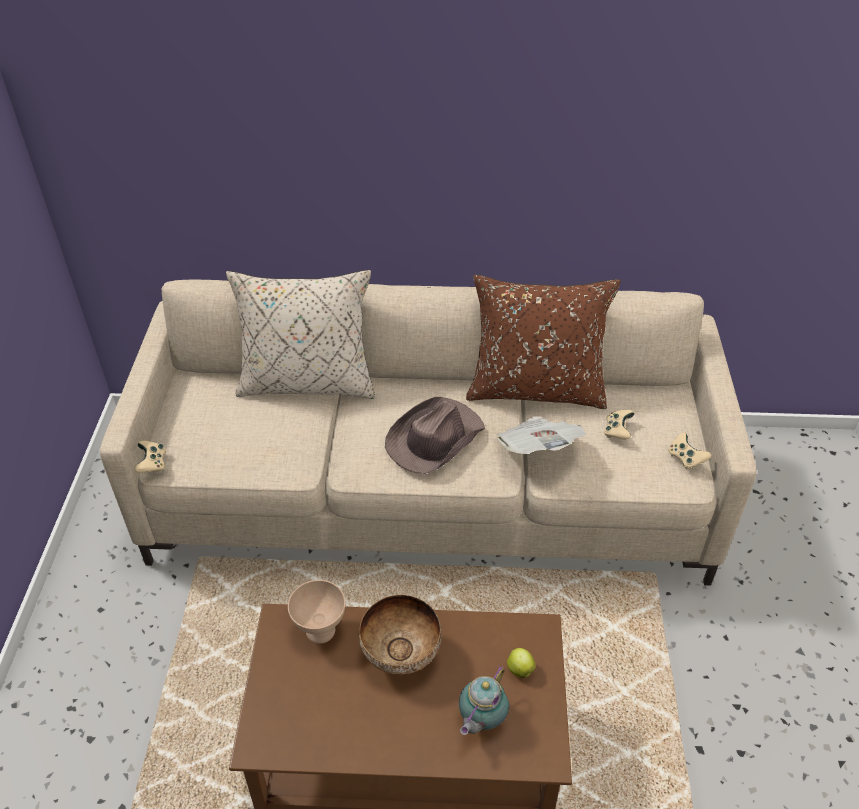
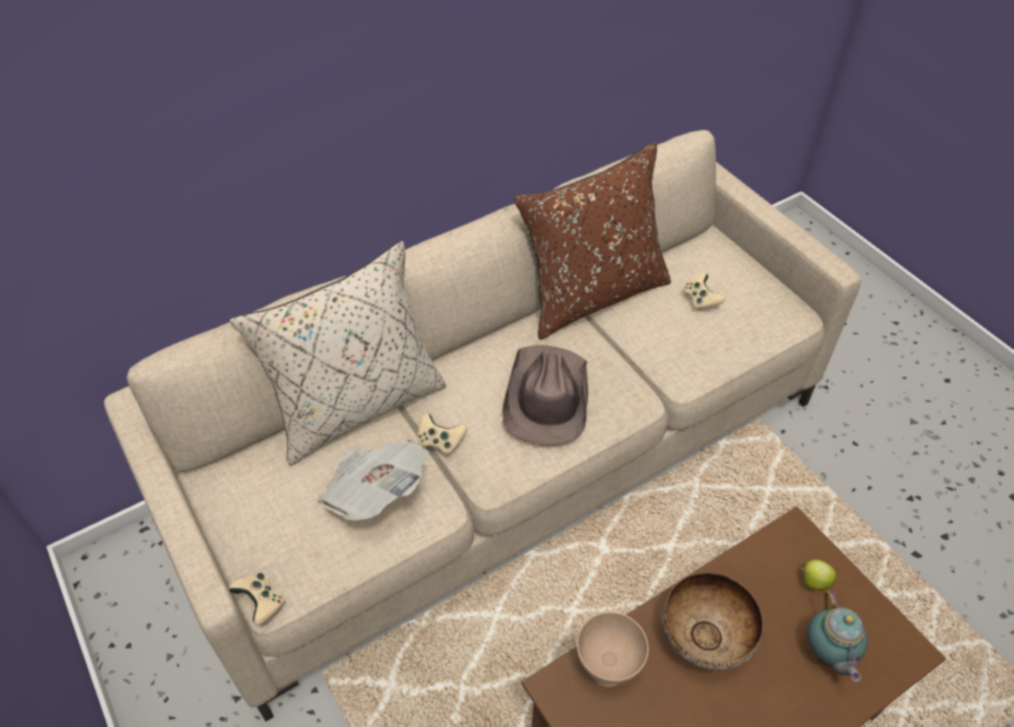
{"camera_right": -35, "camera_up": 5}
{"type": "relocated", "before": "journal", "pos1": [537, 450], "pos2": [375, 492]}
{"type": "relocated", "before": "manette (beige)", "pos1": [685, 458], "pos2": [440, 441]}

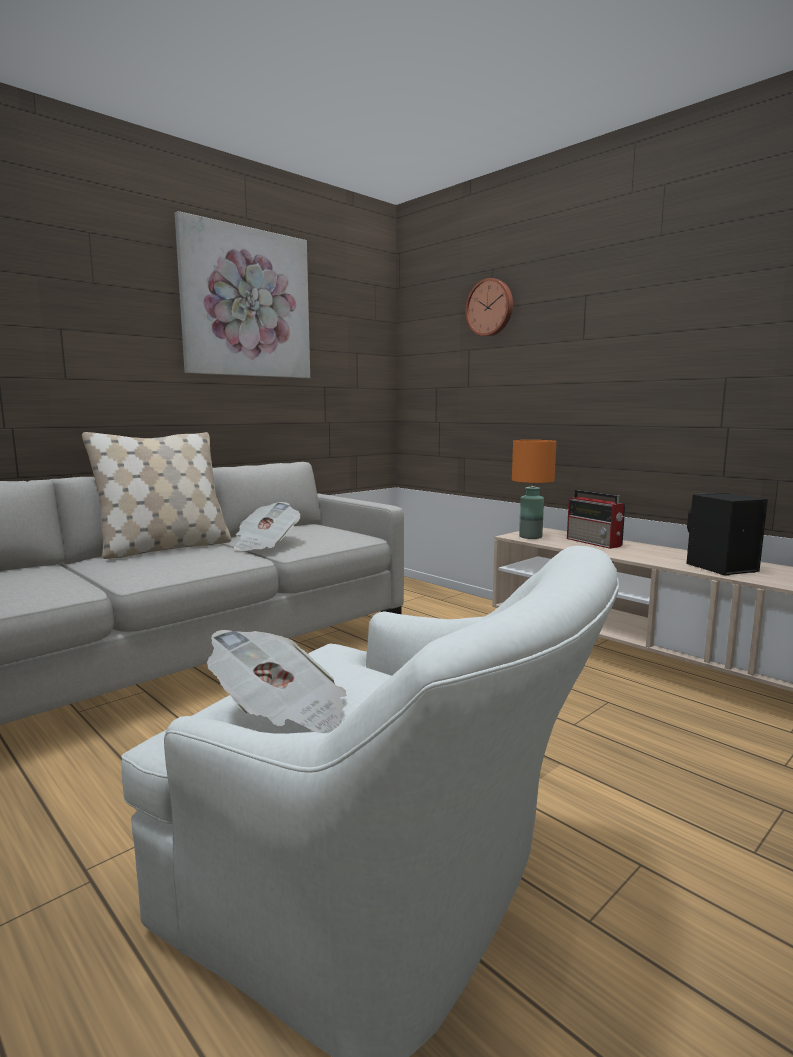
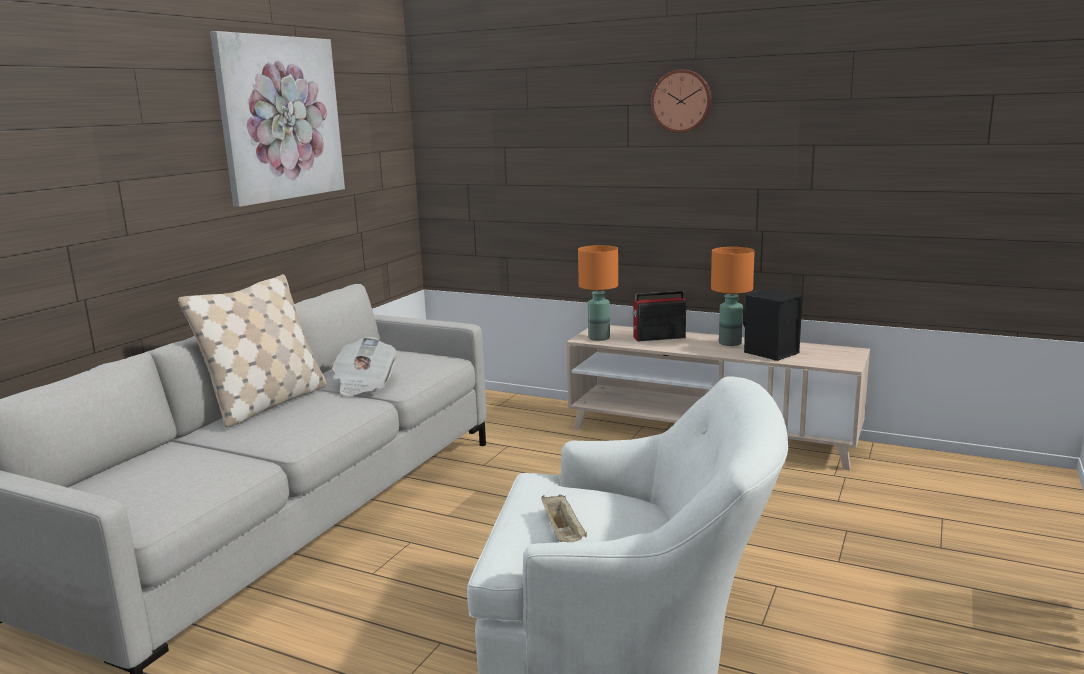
{"camera_right": -20, "camera_up": 5}
{"type": "appeared", "after": "lampe de table (orange)", "pos2": [729, 343]}
{"type": "relocated", "before": "horloge murale", "pos1": [490, 308], "pos2": [682, 101]}
{"type": "exchanged", "before": "journal", "after": "plateau (beige)", "pos1": [283, 715], "pos2": [563, 533]}
{"type": "spun", "before": "radio", "pos1": [594, 542], "pos2": [658, 338], "turn": 135}

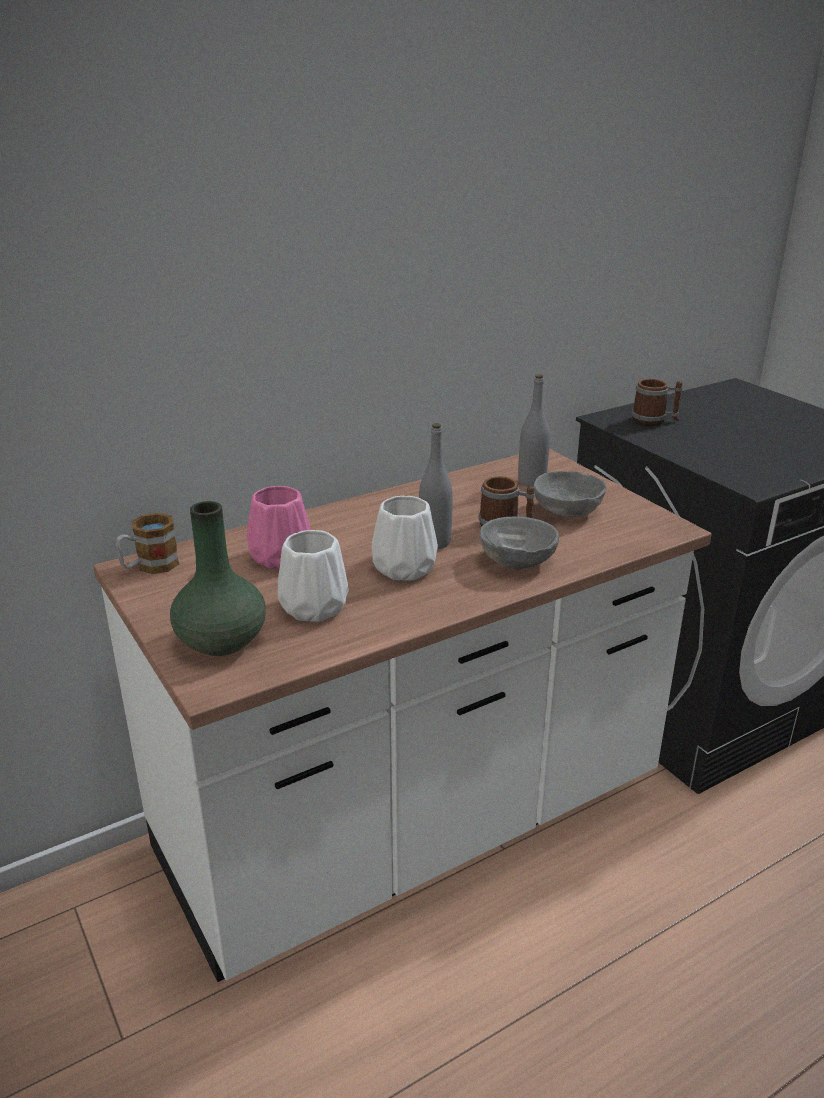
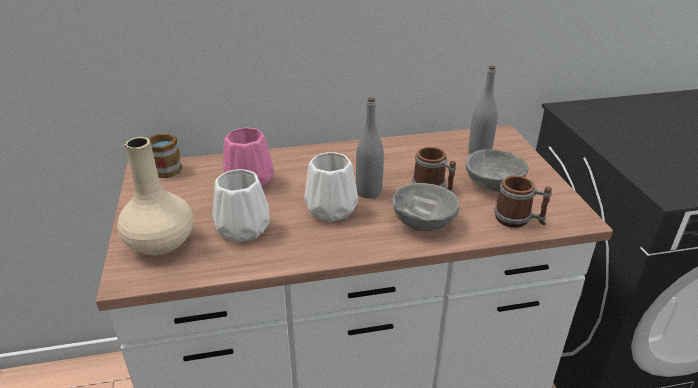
{"camera_right": 20, "camera_up": 5}
{"type": "relocated", "before": "mug", "pos1": [654, 421], "pos2": [519, 220]}
{"type": "colour", "before": "vase (vert)", "after": "vase (beige)", "pos1": [223, 641], "pos2": [162, 243]}

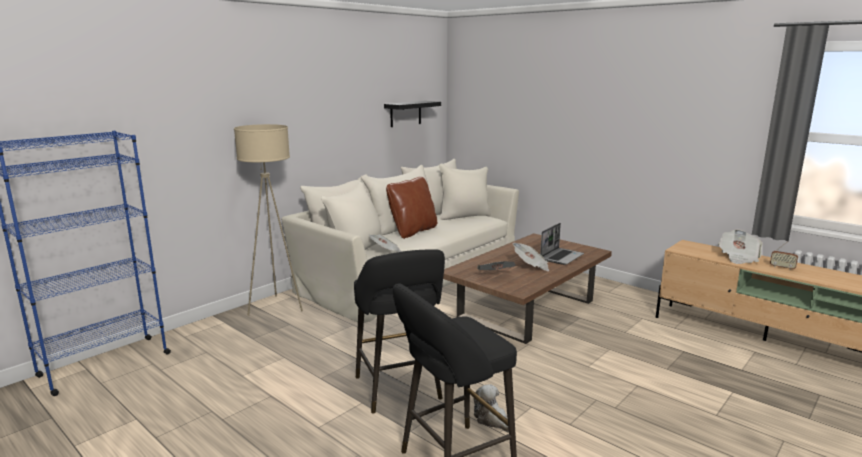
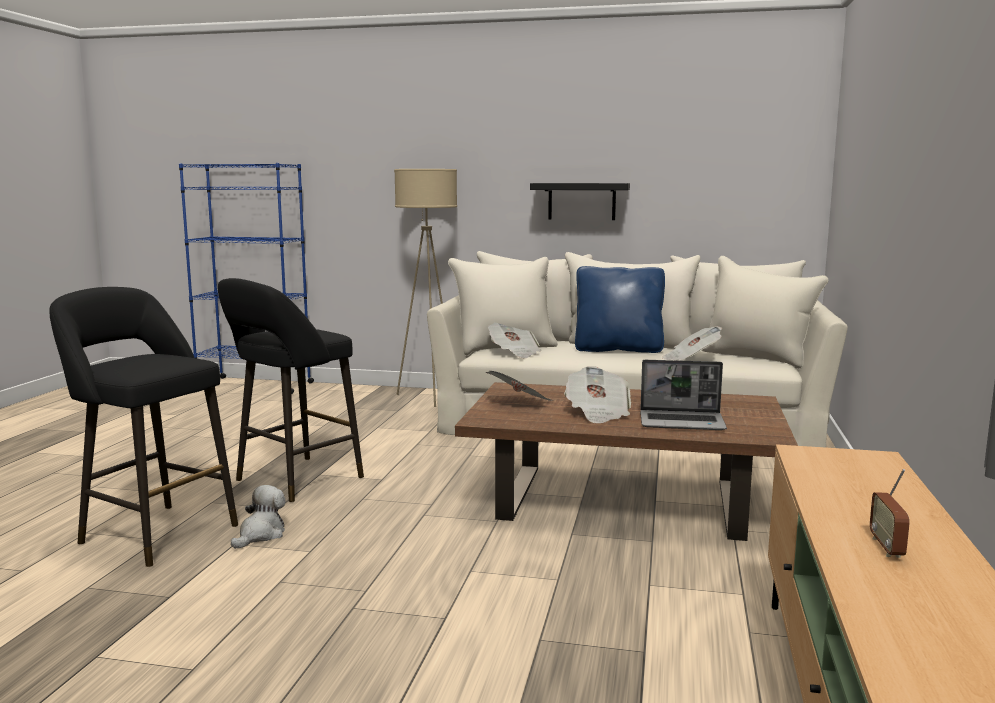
{"camera_right": 60, "camera_up": -5}
{"type": "relocated", "before": "étagère (noir)", "pos1": [405, 113], "pos2": [581, 201]}
{"type": "relocated", "before": "journal", "pos1": [738, 258], "pos2": [691, 359]}
{"type": "colour", "before": "coussin (marron)", "after": "coussin (bleu)", "pos1": [412, 231], "pos2": [618, 349]}

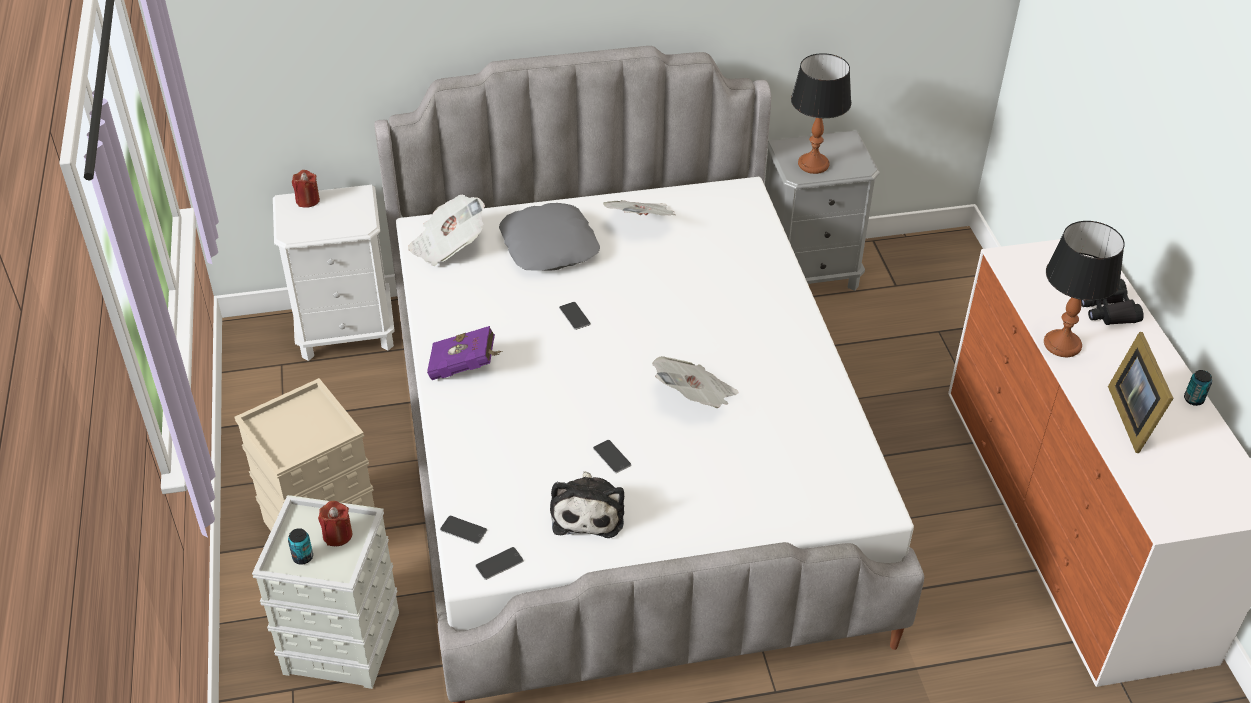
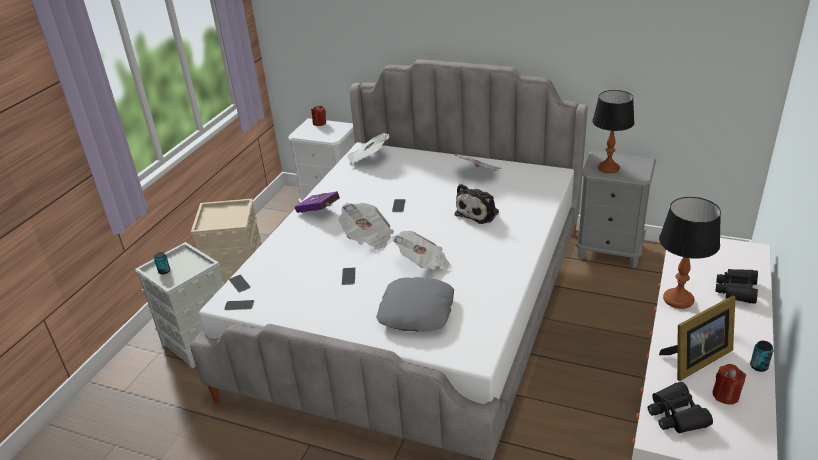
{"camera_right": 35, "camera_up": -10}
{"type": "appeared", "after": "journal", "pos2": [368, 238]}
{"type": "appeared", "after": "jumelles (noir)", "pos2": [676, 415]}
{"type": "relocated", "before": "bougie (rouge)", "pos1": [337, 535], "pos2": [725, 395]}
{"type": "relocated", "before": "coussin (gris)", "pos1": [550, 246], "pos2": [417, 311]}
{"type": "relocated", "before": "peluche", "pos1": [588, 511], "pos2": [479, 212]}
{"type": "spun", "before": "cadre photo", "pos1": [1134, 416], "pos2": [695, 360], "turn": -150}

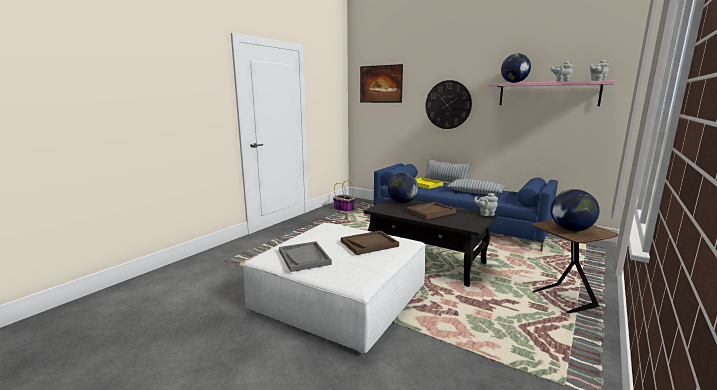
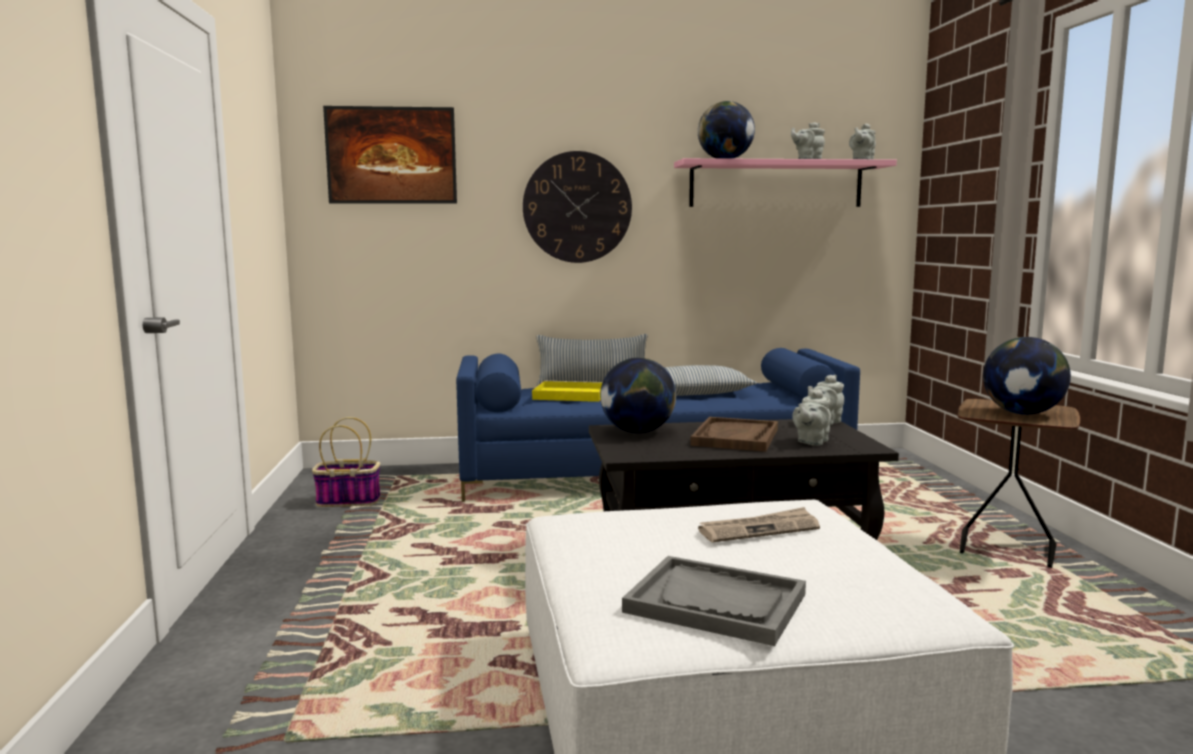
{"camera_right": -40, "camera_up": -5}
{"type": "appeared", "after": "théière (gris)", "pos2": [811, 442]}
{"type": "exchanged", "before": "plateau (marron)", "after": "journal", "pos1": [369, 244], "pos2": [759, 529]}

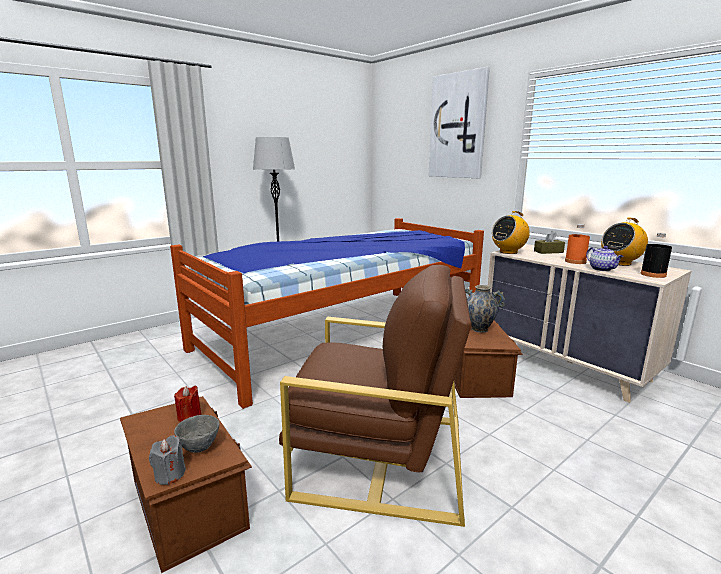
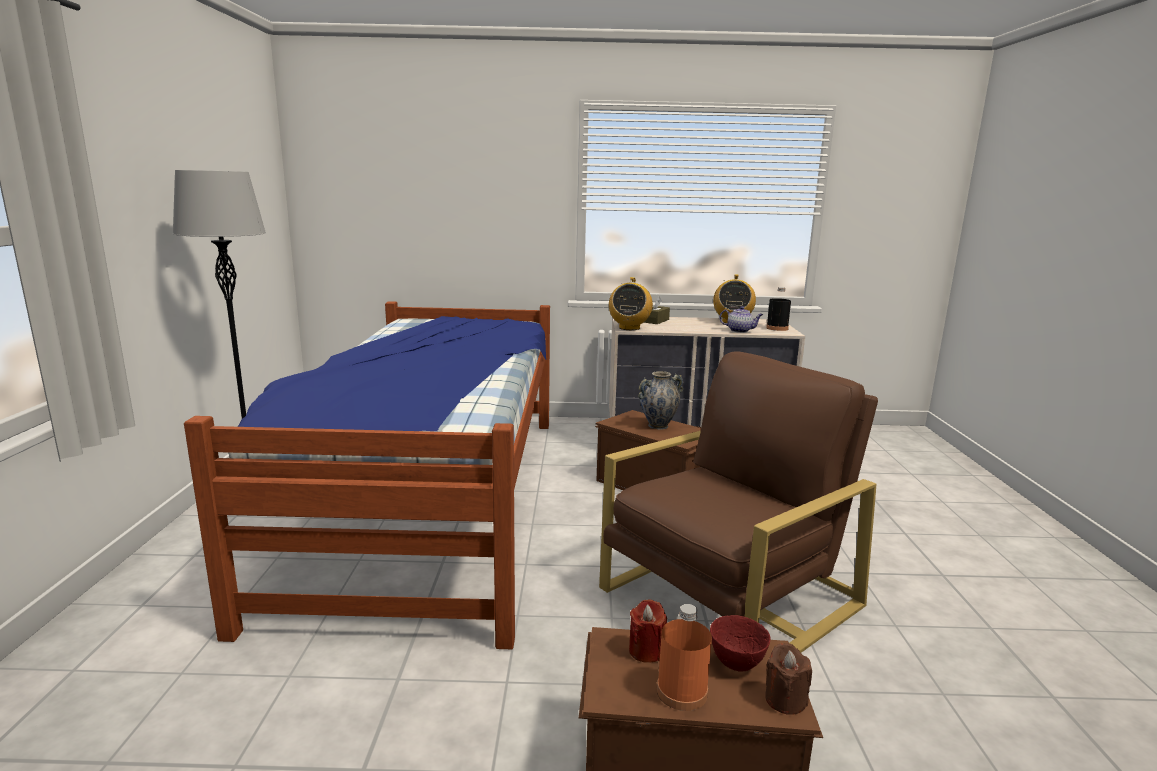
{"camera_right": -50, "camera_up": 0}
{"type": "missing", "before": "tableau", "pos1": [458, 126]}
{"type": "relocated", "before": "bouteille (orange)", "pos1": [575, 261], "pos2": [682, 692]}
{"type": "colour", "before": "bougie (gris)", "after": "bougie (marron)", "pos1": [169, 475], "pos2": [785, 700]}
{"type": "colour", "before": "bol (gris)", "after": "bol (rouge)", "pos1": [199, 447], "pos2": [735, 663]}

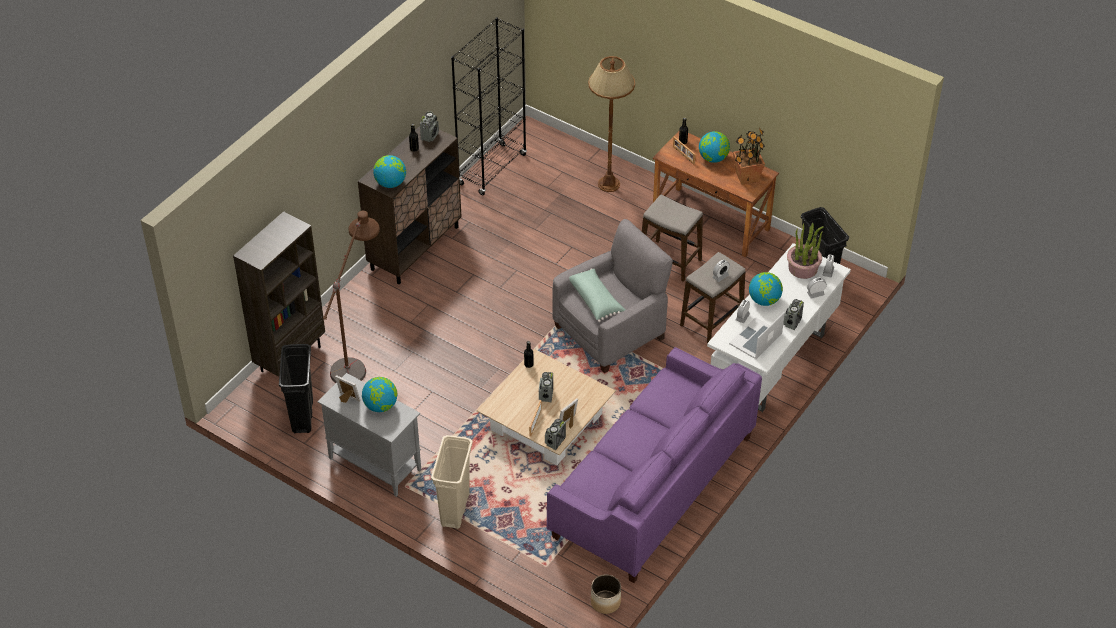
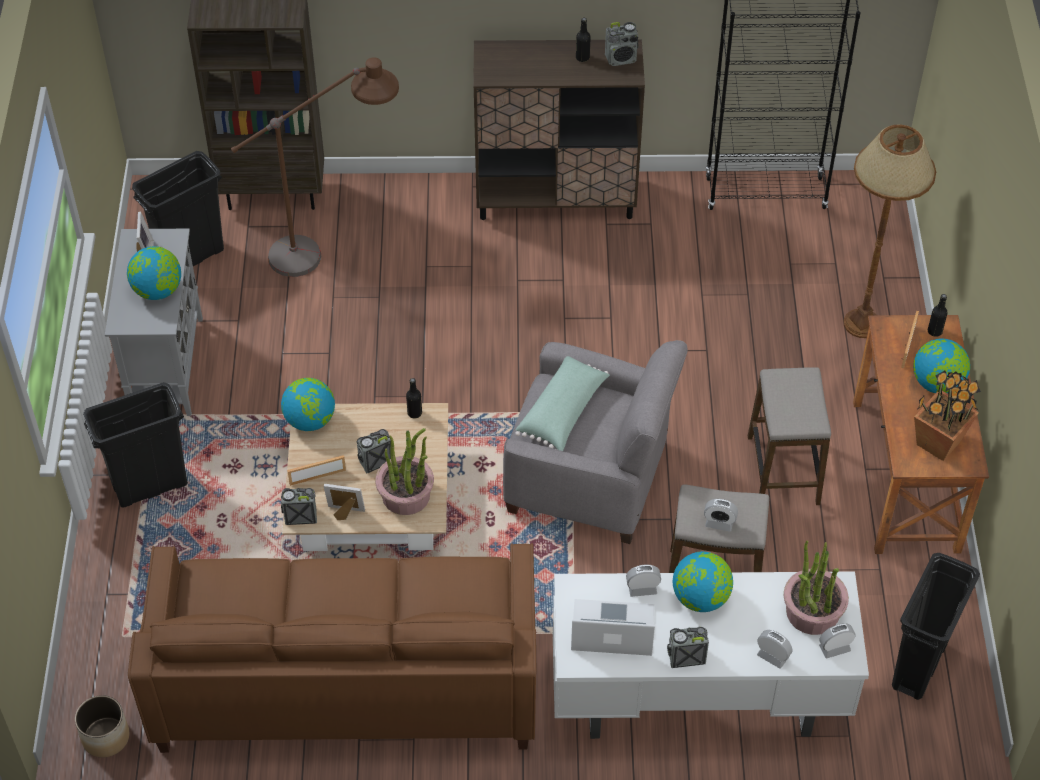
{"camera_right": 55, "camera_up": 5}
{"type": "appeared", "after": "plante en pot", "pos2": [406, 495]}
{"type": "relocated", "before": "globe", "pos1": [390, 183], "pos2": [310, 420]}
{"type": "colour", "before": "poubelle (beige)", "after": "poubelle (noir)", "pos1": [455, 510], "pos2": [150, 487]}
{"type": "colour", "before": "canapé (violet)", "after": "canapé (marron)", "pos1": [652, 487], "pos2": [346, 680]}

